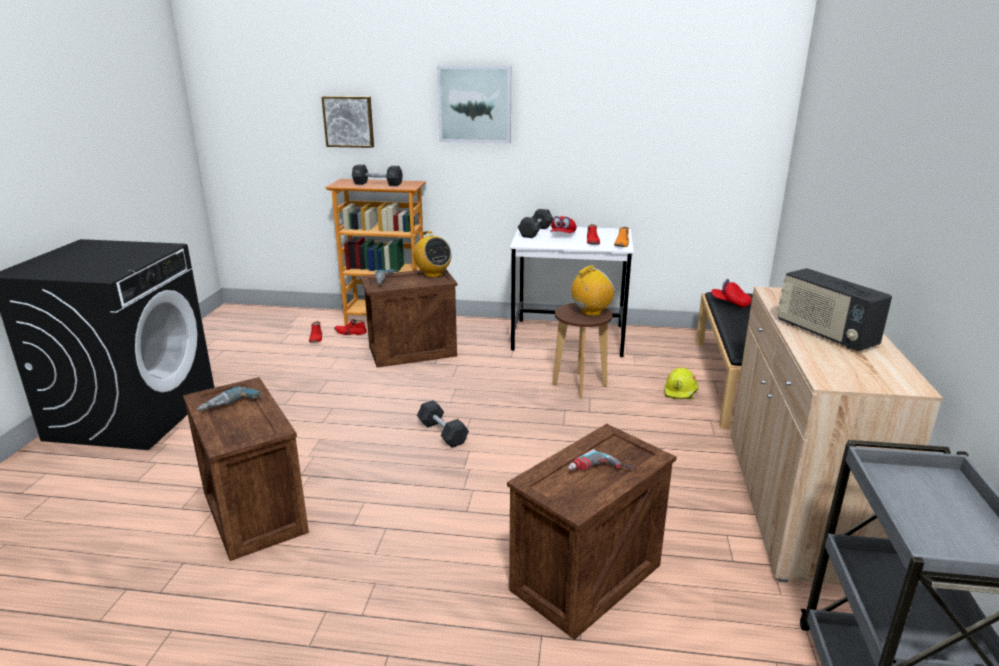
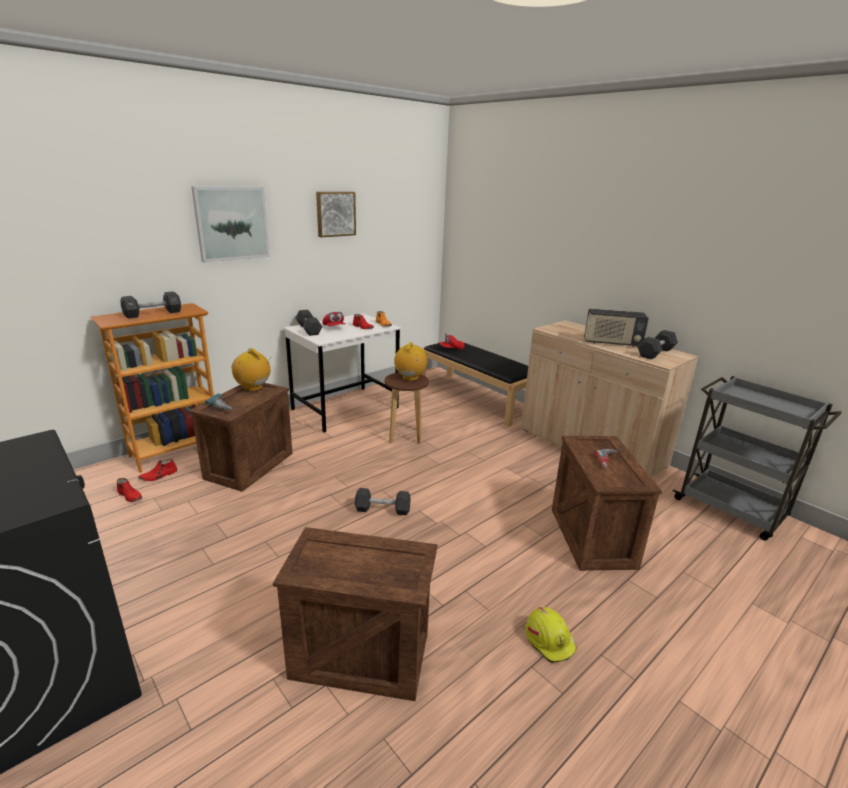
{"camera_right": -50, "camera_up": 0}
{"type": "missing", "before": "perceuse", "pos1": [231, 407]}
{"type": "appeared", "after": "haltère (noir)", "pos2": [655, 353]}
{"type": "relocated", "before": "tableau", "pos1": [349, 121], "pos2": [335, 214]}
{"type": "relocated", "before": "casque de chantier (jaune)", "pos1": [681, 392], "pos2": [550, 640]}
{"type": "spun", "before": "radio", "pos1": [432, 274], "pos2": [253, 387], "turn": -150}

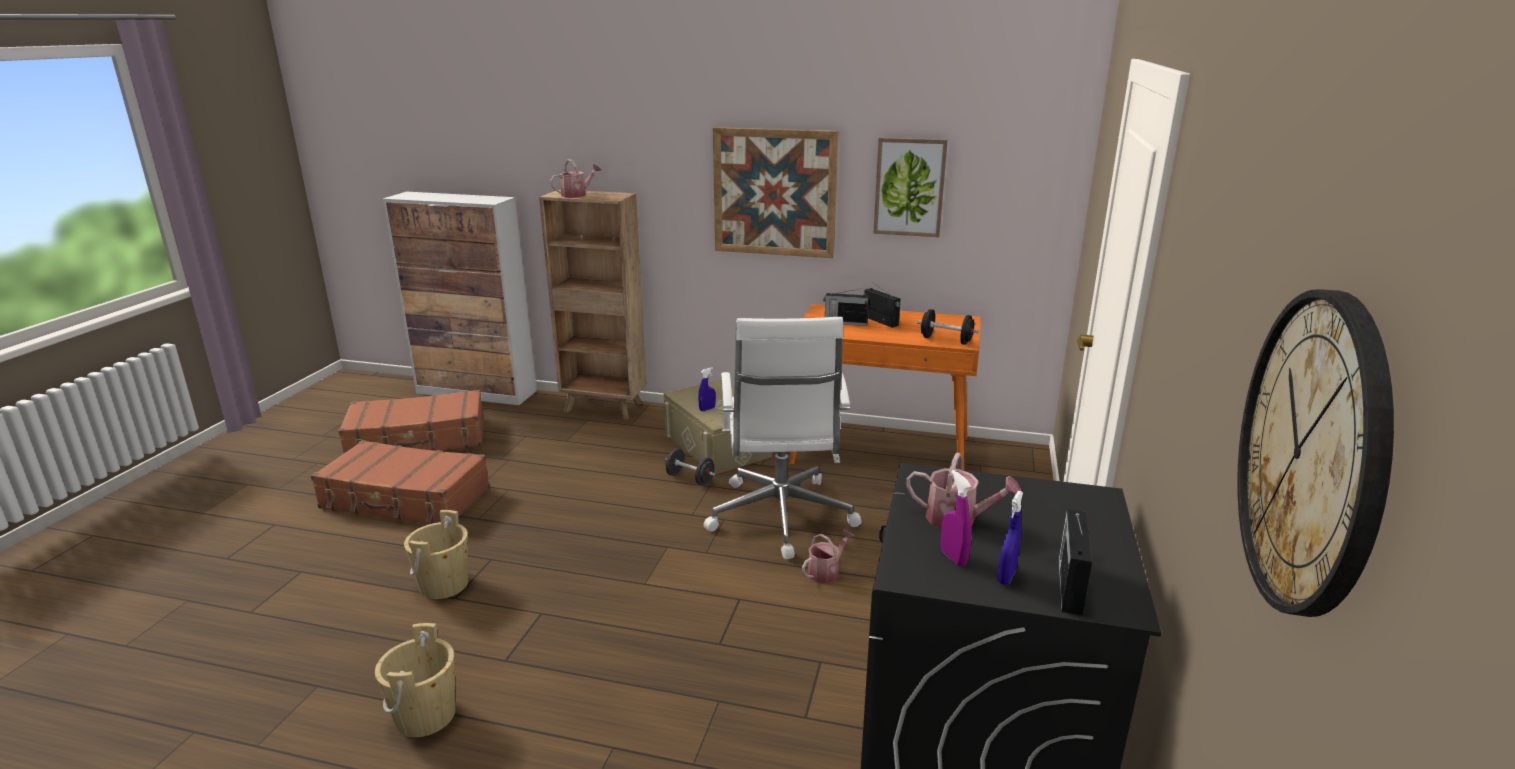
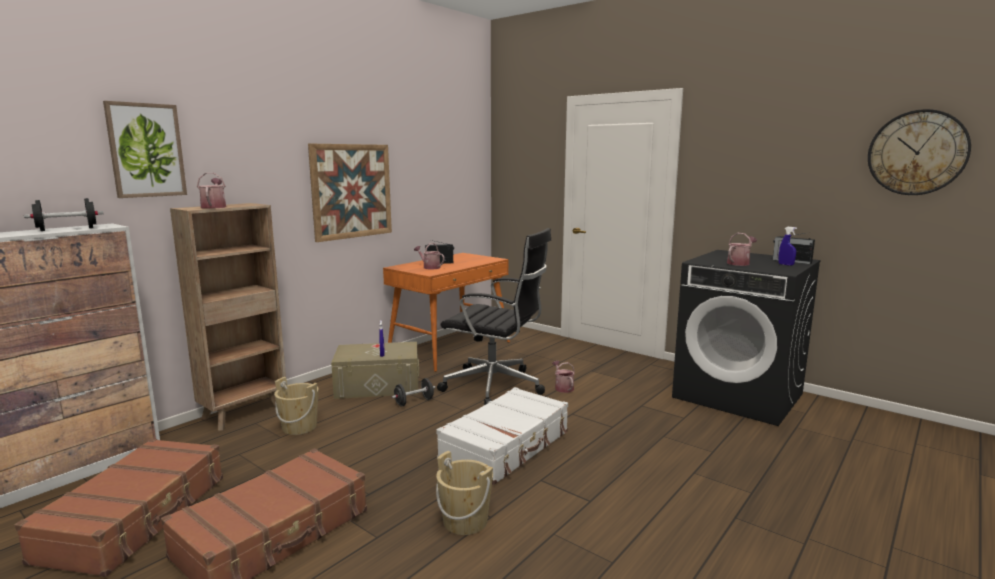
{"camera_right": -65, "camera_up": -10}
{"type": "missing", "before": "vaporisateur (violet)", "pos1": [953, 557]}
{"type": "appeared", "after": "valise (blanc)", "pos2": [506, 446]}
{"type": "relocated", "before": "seau (beige)", "pos1": [425, 715], "pos2": [299, 427]}
{"type": "relocated", "before": "tableau", "pos1": [909, 187], "pos2": [146, 150]}
{"type": "relocated", "before": "haltère (noir)", "pos1": [946, 340], "pos2": [67, 229]}
{"type": "exchanged", "before": "radio", "after": "arrosoir", "pos1": [845, 322], "pos2": [429, 267]}
{"type": "colour", "before": "chaise de bureau (blanc)", "after": "chaise de bureau (noir)", "pos1": [780, 518], "pos2": [496, 387]}

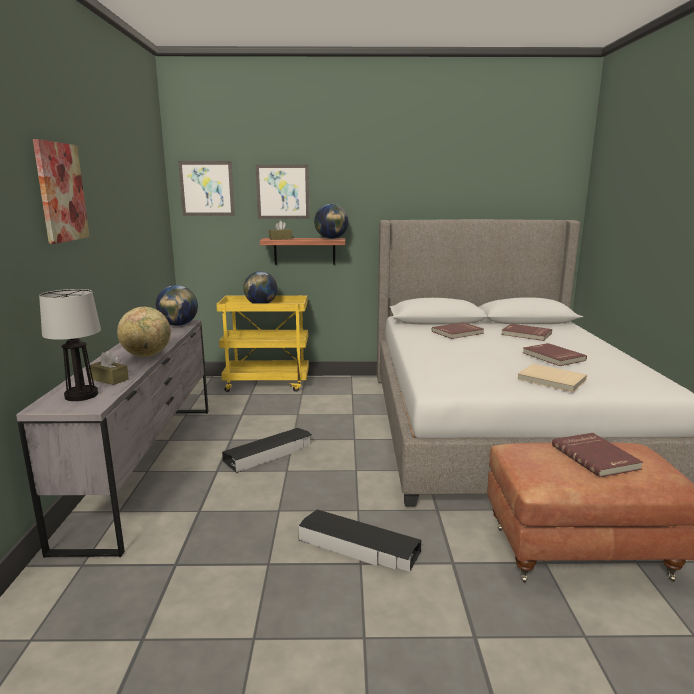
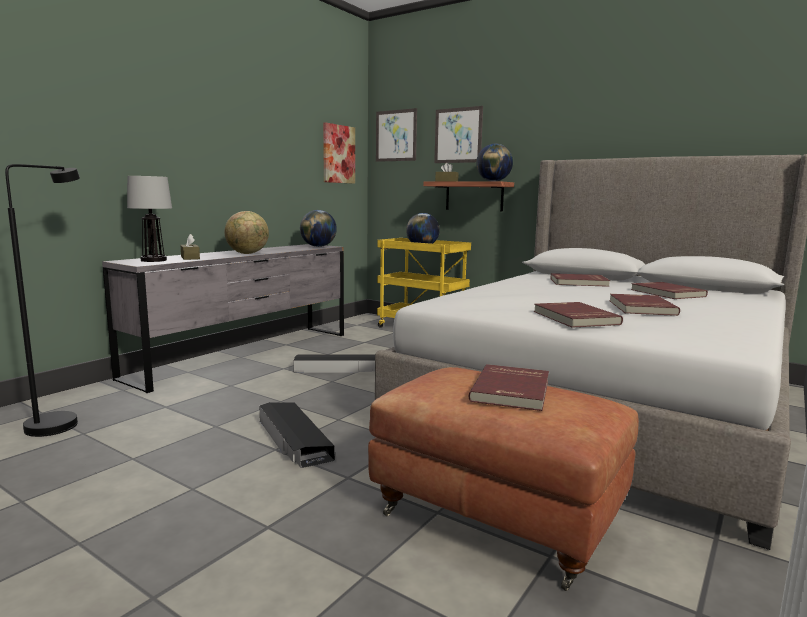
{"camera_right": 35, "camera_up": -5}
{"type": "appeared", "after": "lampadaire (noir)", "pos2": [61, 421]}
{"type": "relocated", "before": "tableau", "pos1": [61, 192], "pos2": [338, 154]}
{"type": "colour", "before": "livre (beige)", "after": "livre (rouge)", "pos1": [551, 380], "pos2": [574, 318]}

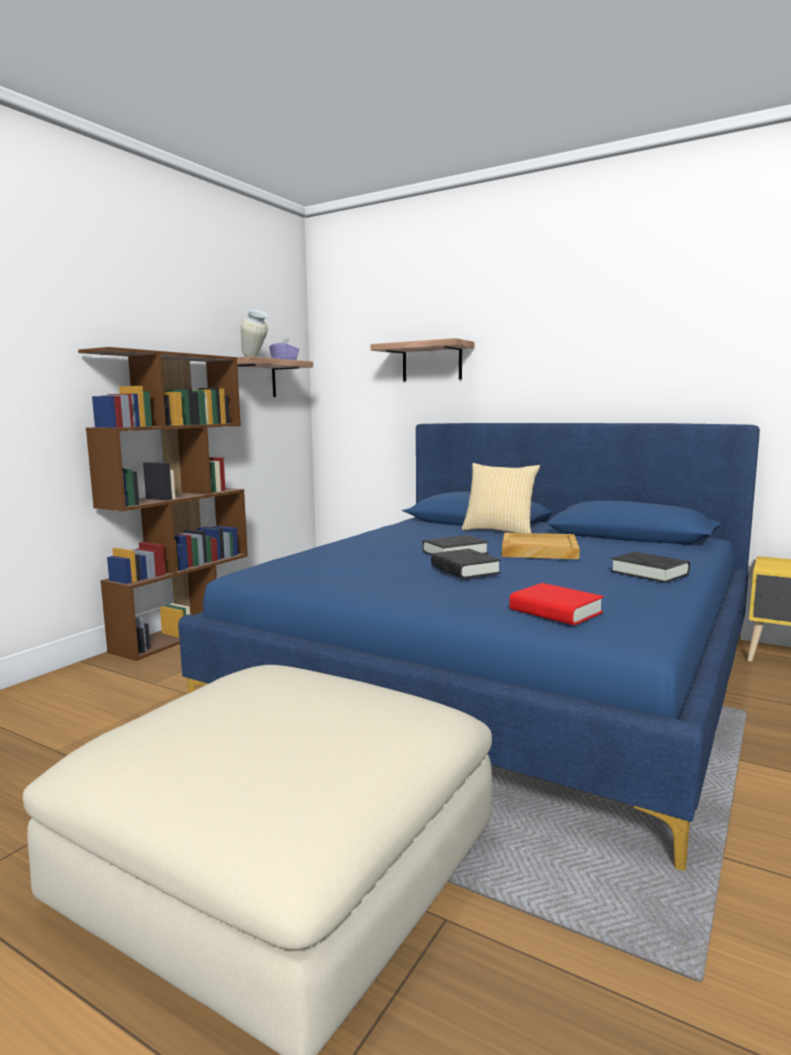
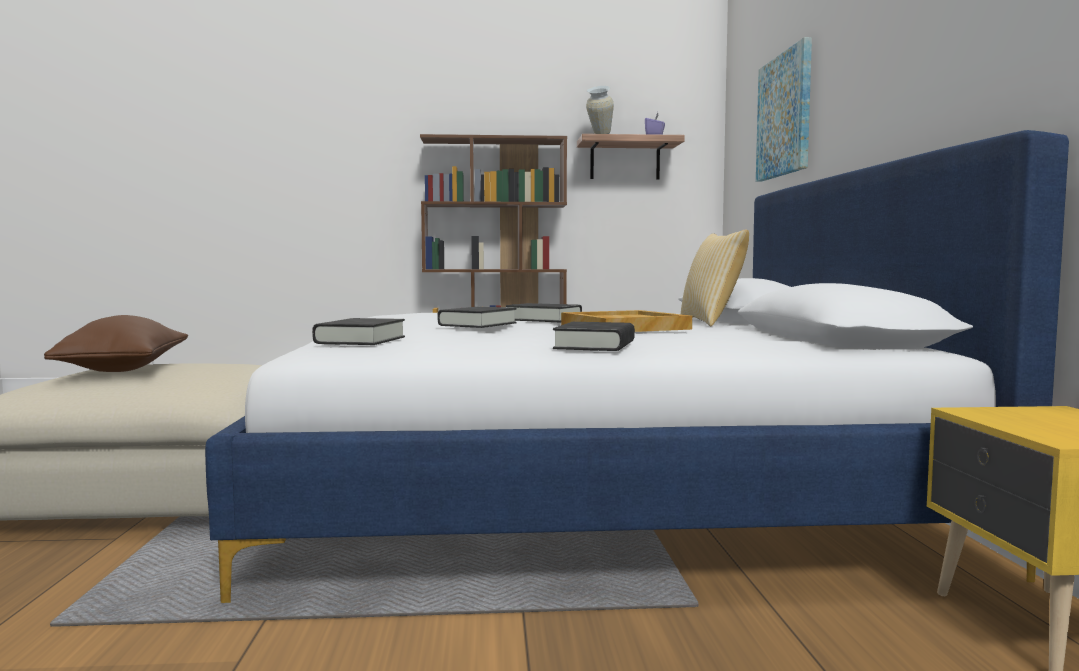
{"camera_right": 55, "camera_up": -5}
{"type": "appeared", "after": "coussin (marron)", "pos2": [125, 369]}
{"type": "exchanged", "before": "étagère", "after": "tableau", "pos1": [432, 362], "pos2": [785, 115]}
{"type": "colour", "before": "lit (bleu)", "after": "lit (blanc)", "pos1": [498, 672], "pos2": [591, 483]}
{"type": "colour", "before": "livre (rouge)", "after": "livre (noir)", "pos1": [555, 611], "pos2": [360, 340]}

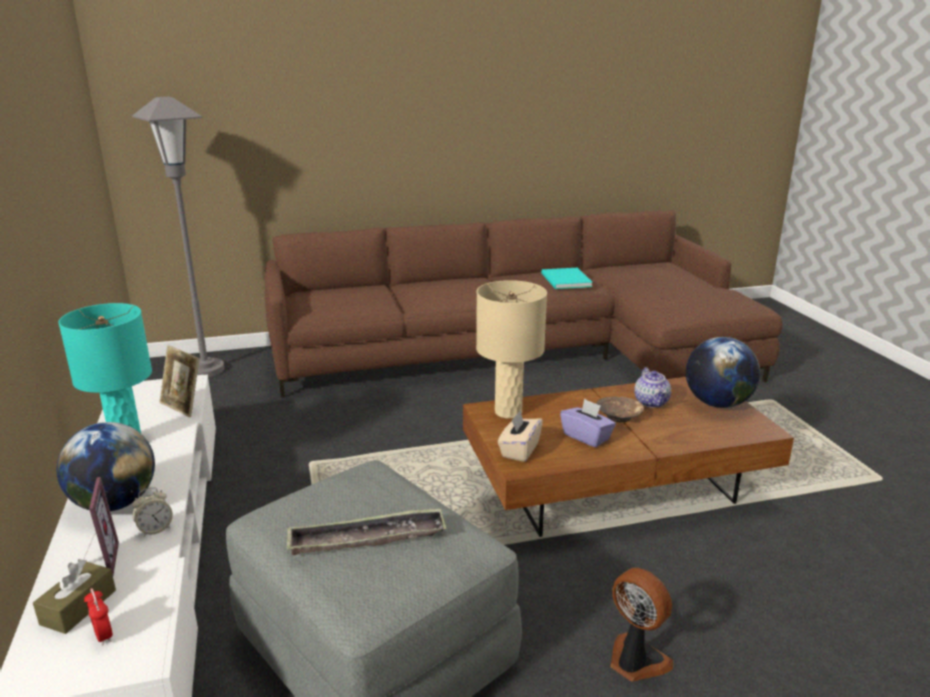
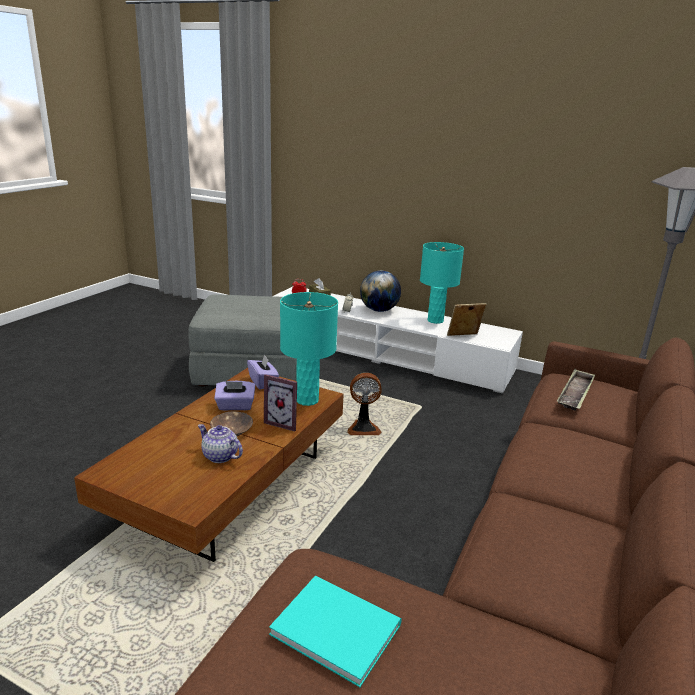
{"camera_right": 130, "camera_up": 0}
{"type": "missing", "before": "globe", "pos1": [717, 403]}
{"type": "relocated", "before": "cadre photo", "pos1": [98, 562], "pos2": [284, 422]}
{"type": "relocated", "before": "plateau", "pos1": [367, 539], "pos2": [575, 394]}
{"type": "relocated", "before": "livre (turquoise)", "pos1": [565, 281], "pos2": [334, 626]}
{"type": "relocated", "before": "ventilateur", "pos1": [635, 661], "pos2": [363, 428]}
{"type": "colour", "before": "lampe de table (beige)", "after": "lampe de table (turquoise)", "pos1": [508, 412], "pos2": [307, 400]}
{"type": "colour", "before": "boîte à mouchoirs (beige)", "after": "boîte à mouchoirs (violet)", "pos1": [519, 450], "pos2": [263, 382]}

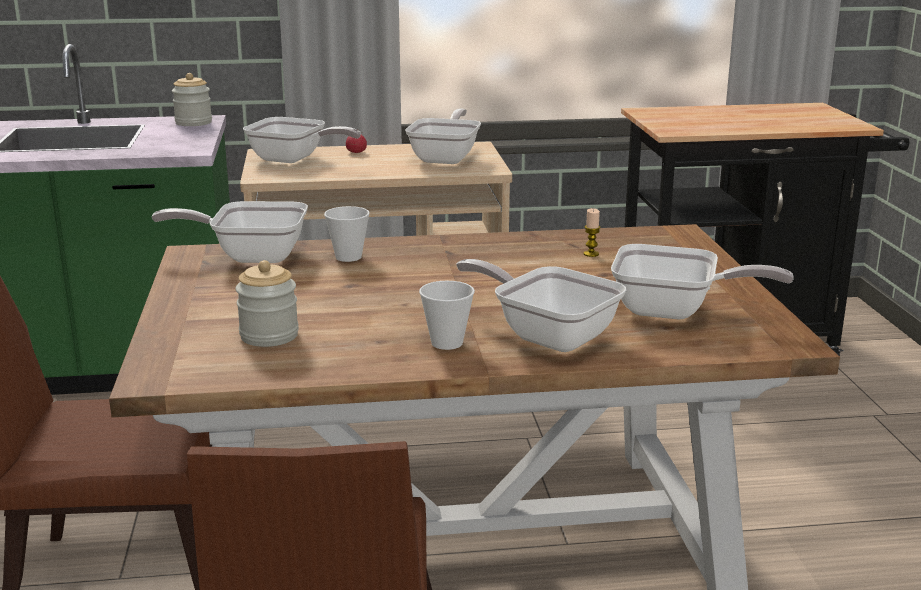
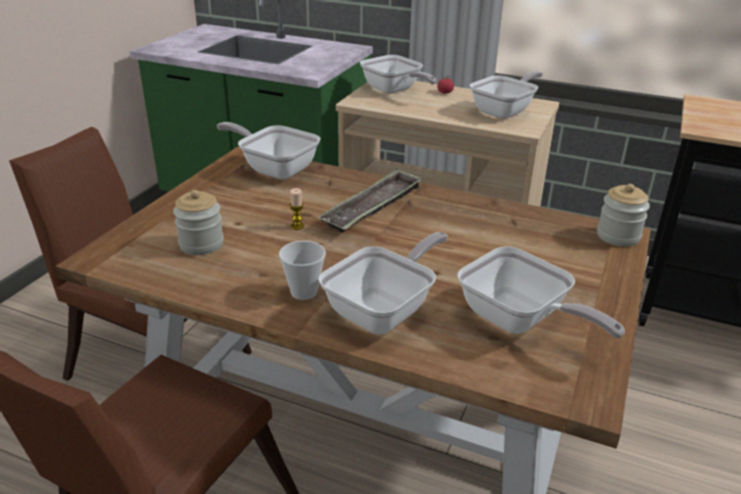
{"camera_right": 30, "camera_up": 10}
{"type": "missing", "before": "tasse", "pos1": [348, 257]}
{"type": "appeared", "after": "plateau", "pos2": [373, 207]}
{"type": "relocated", "before": "bocal", "pos1": [193, 123], "pos2": [618, 236]}
{"type": "relocated", "before": "bougie", "pos1": [591, 254], "pos2": [297, 226]}
{"type": "spun", "before": "poêle", "pos1": [547, 335], "pos2": [385, 310], "turn": 60}

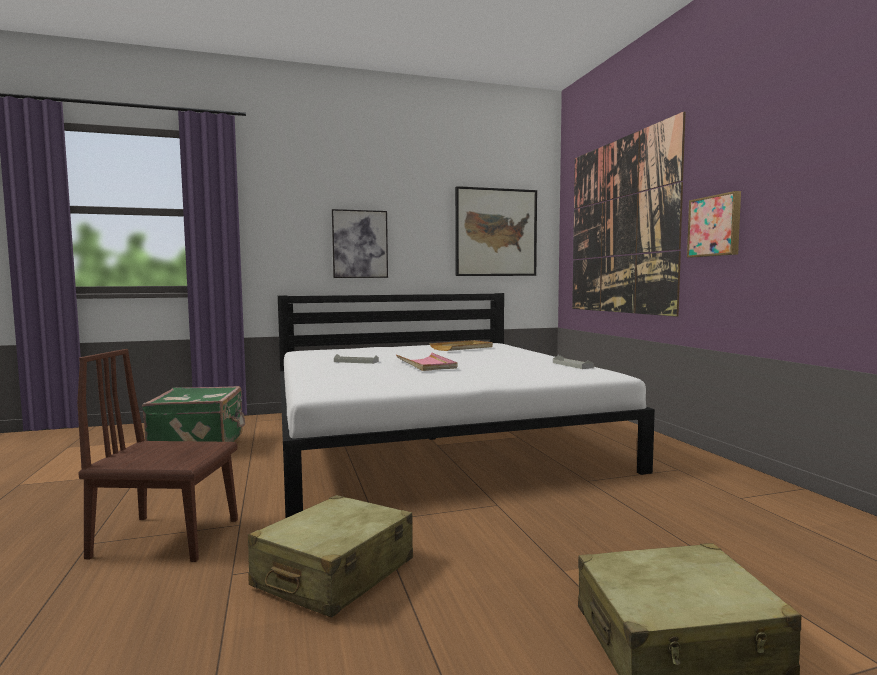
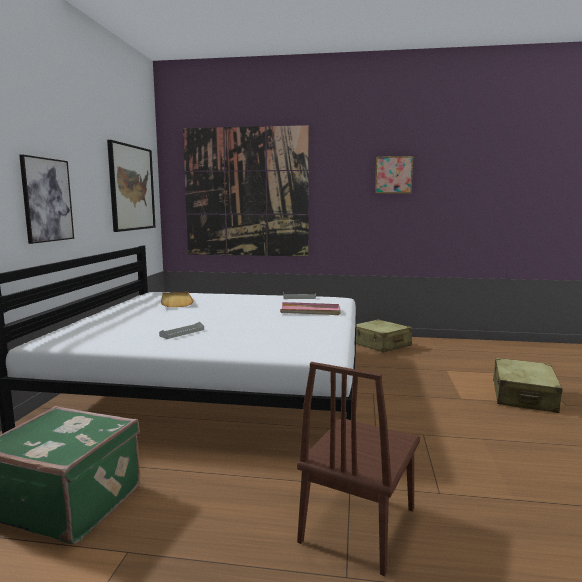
{"camera_right": -65, "camera_up": 5}
{"type": "relocated", "before": "valise (beige)", "pos1": [334, 574], "pos2": [380, 344]}
{"type": "relocated", "before": "plateau (rose)", "pos1": [426, 364], "pos2": [310, 311]}
{"type": "relocated", "before": "tableau", "pos1": [715, 226], "pos2": [393, 175]}

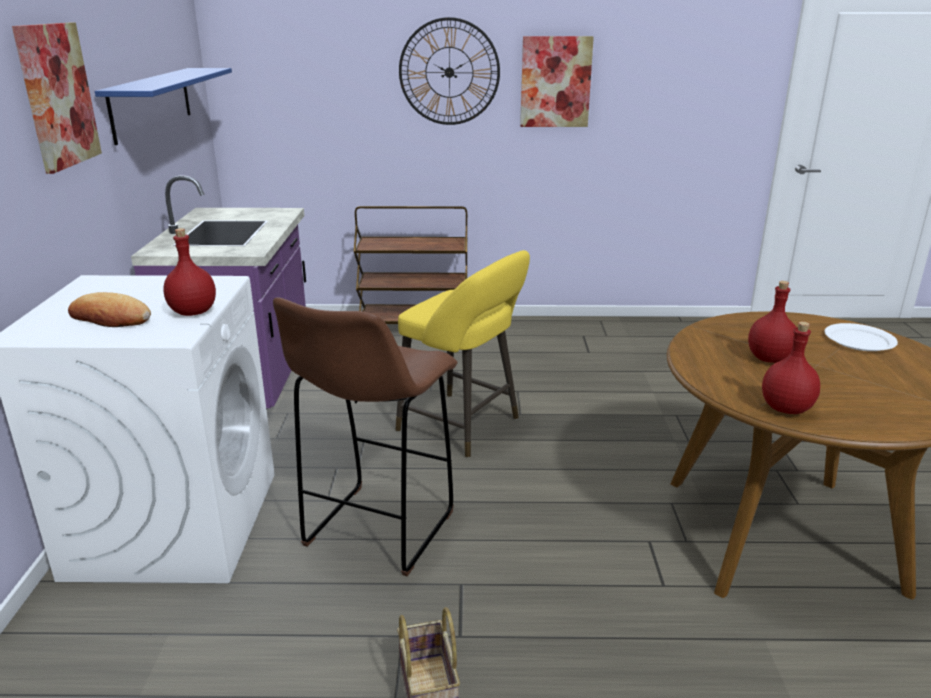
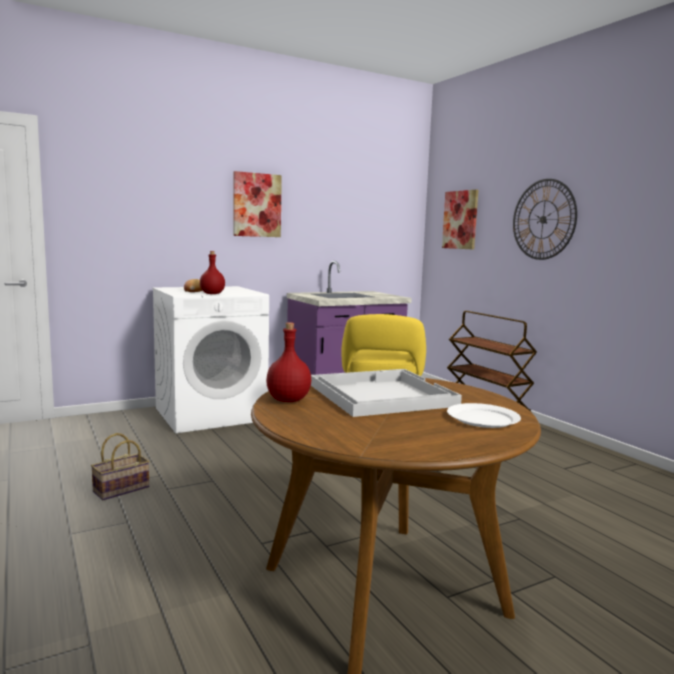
{"camera_right": 60, "camera_up": -15}
{"type": "missing", "before": "étagère (bleu)", "pos1": [151, 103]}
{"type": "missing", "before": "tabouret (marron)", "pos1": [377, 531]}
{"type": "relocated", "before": "tableau", "pos1": [555, 82], "pos2": [460, 220]}
{"type": "exchanged", "before": "bouteille (rouge)", "after": "plateau (blanc)", "pos1": [769, 359], "pos2": [380, 395]}

